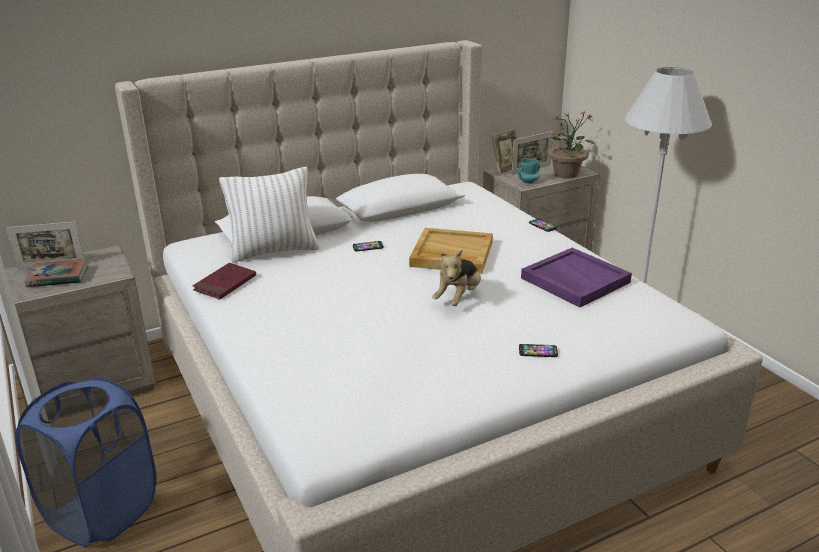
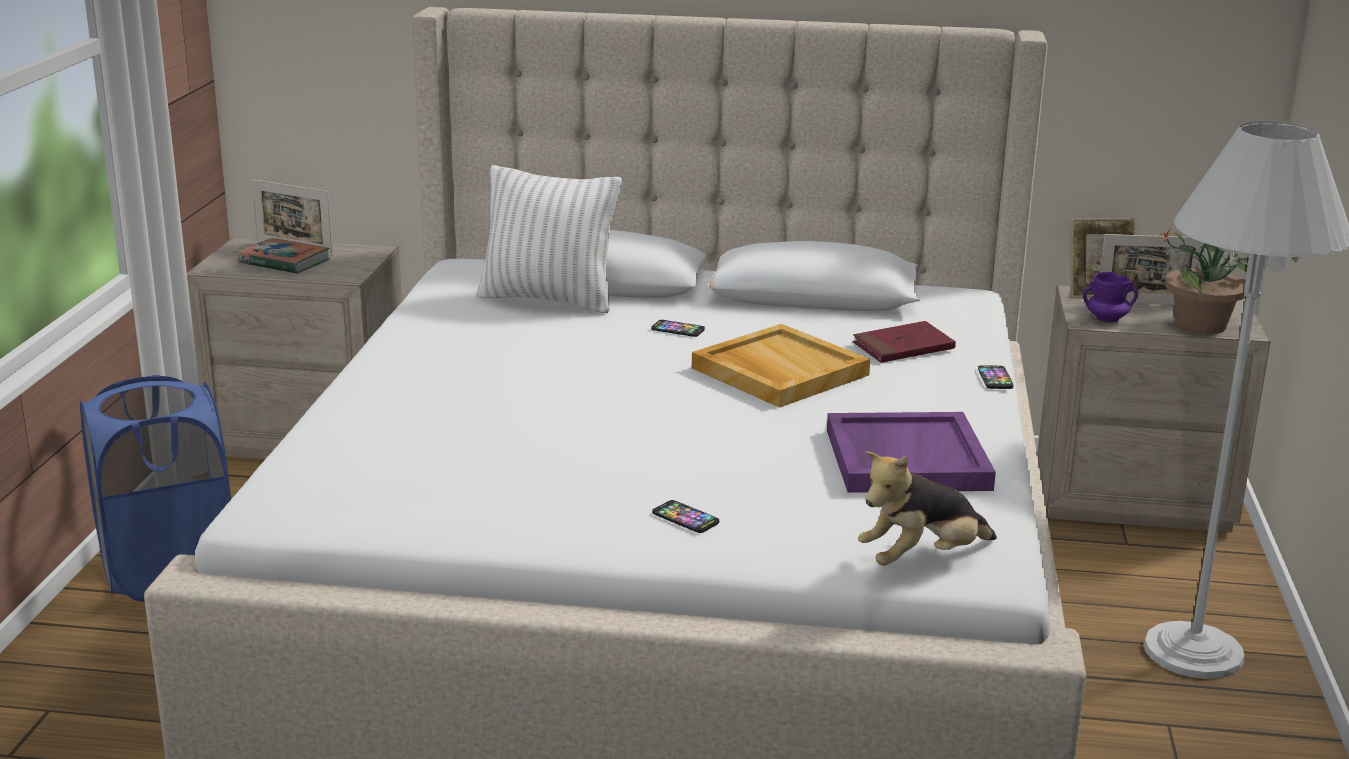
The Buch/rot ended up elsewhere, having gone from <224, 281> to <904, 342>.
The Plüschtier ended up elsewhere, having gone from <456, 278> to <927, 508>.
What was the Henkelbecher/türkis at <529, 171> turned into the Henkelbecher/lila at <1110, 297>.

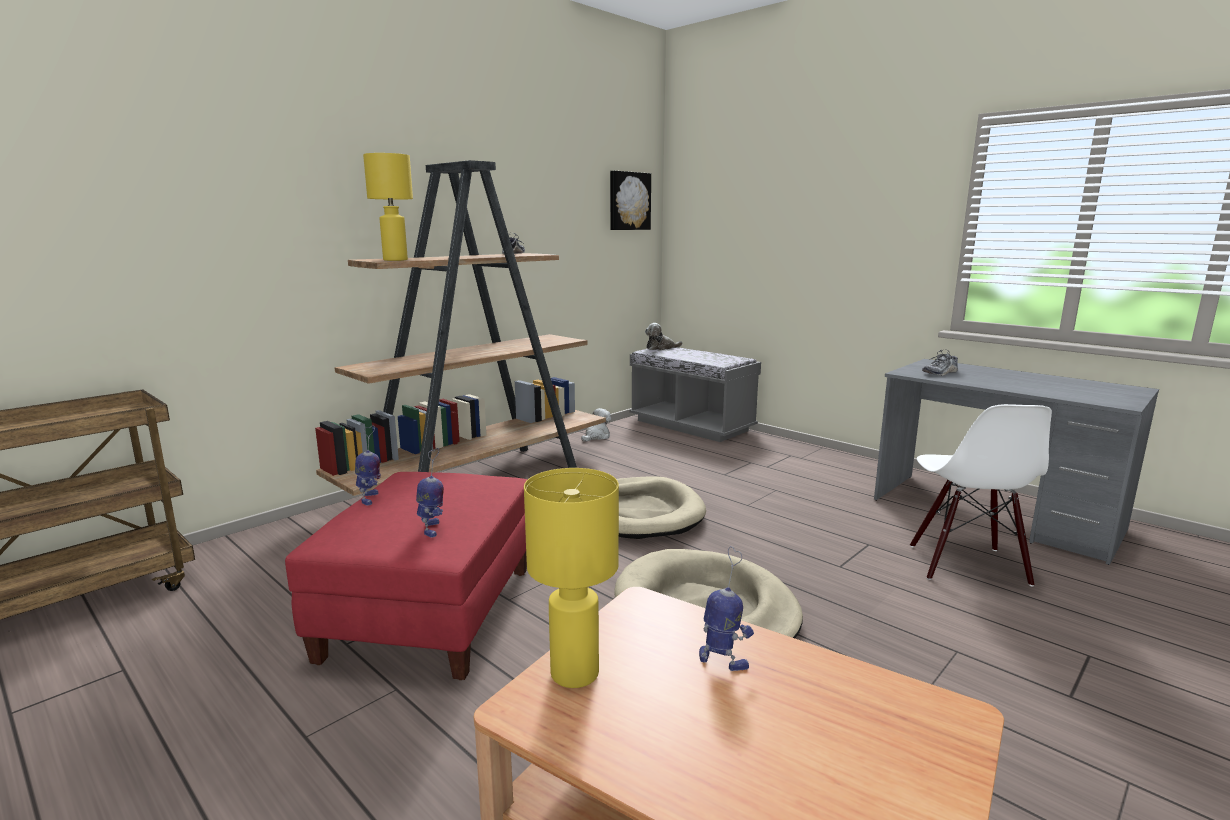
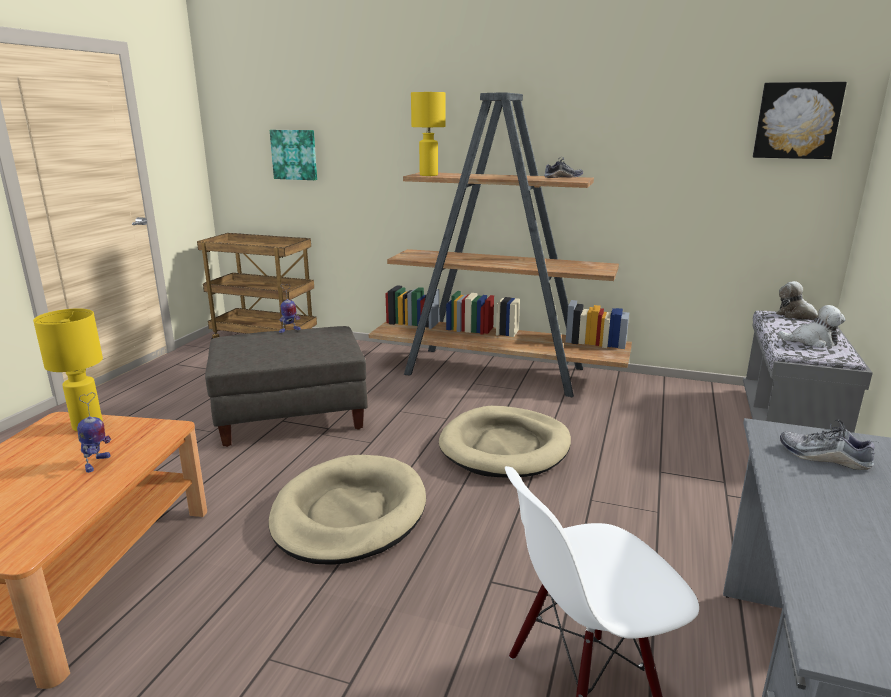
What was the Polsterhocker/rot at <406, 576> turned into the Polsterhocker/grau at <286, 386>.
The second view lost the Spielzeugroboter at <430, 493>.
The Plüschtier ended up elsewhere, having gone from <596, 425> to <811, 326>.
The second view gained the Bild at <293, 155>.

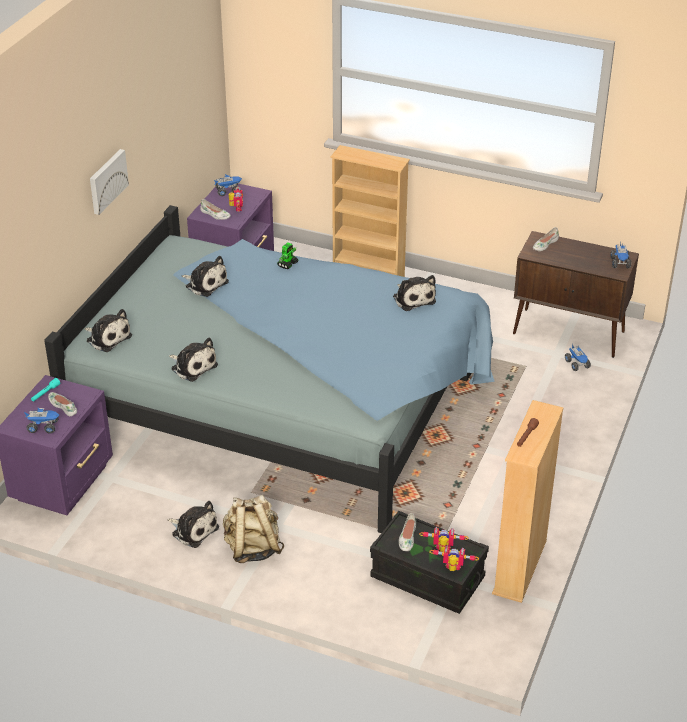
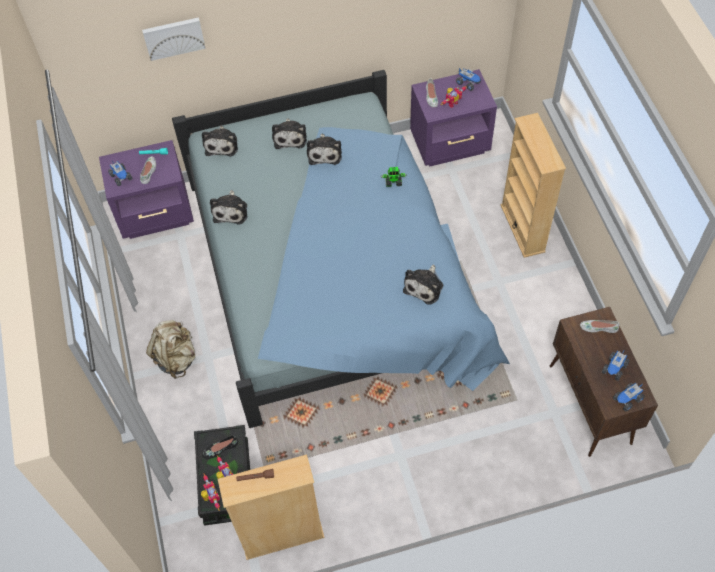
The Bild ended up elsewhere, having gone from <109, 182> to <174, 39>.
The Plüschtier ended up elsewhere, having gone from <193, 524> to <289, 133>.
What was the Schuh/weiß at <407, 532> turned into the Schuh/schwarz at <220, 447>.
The Spielzeuglaster ended up elsewhere, having gone from <578, 357> to <615, 365>.

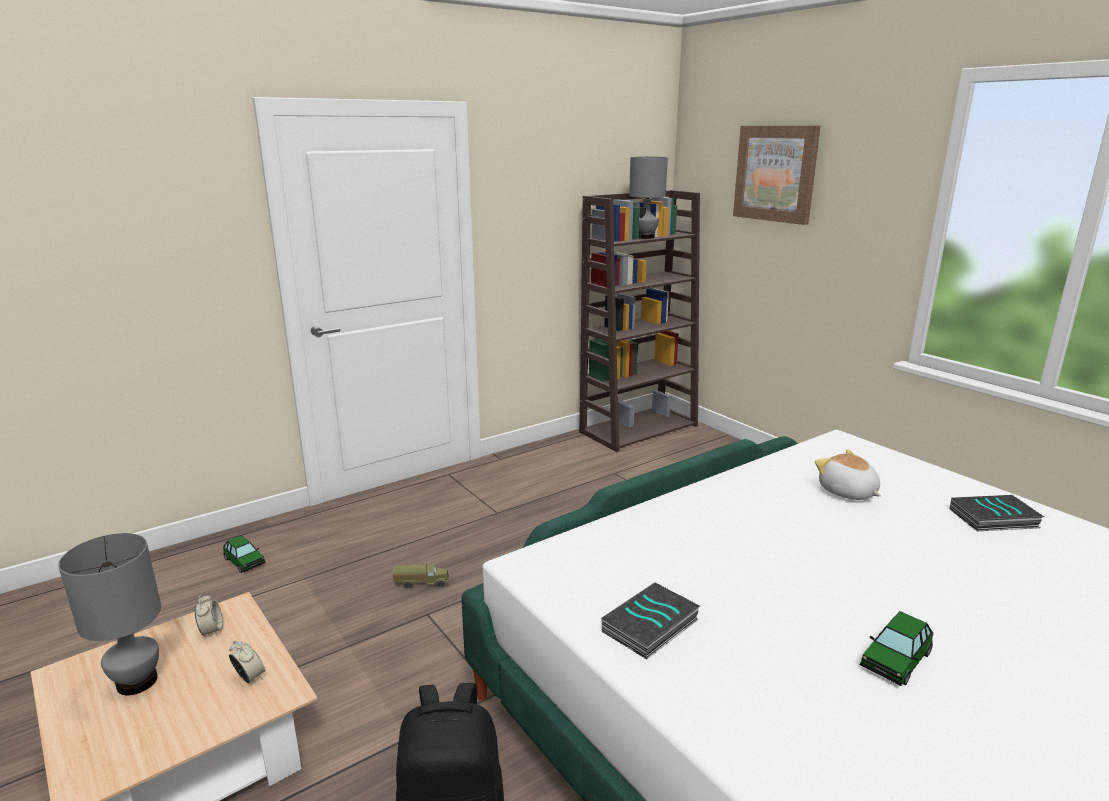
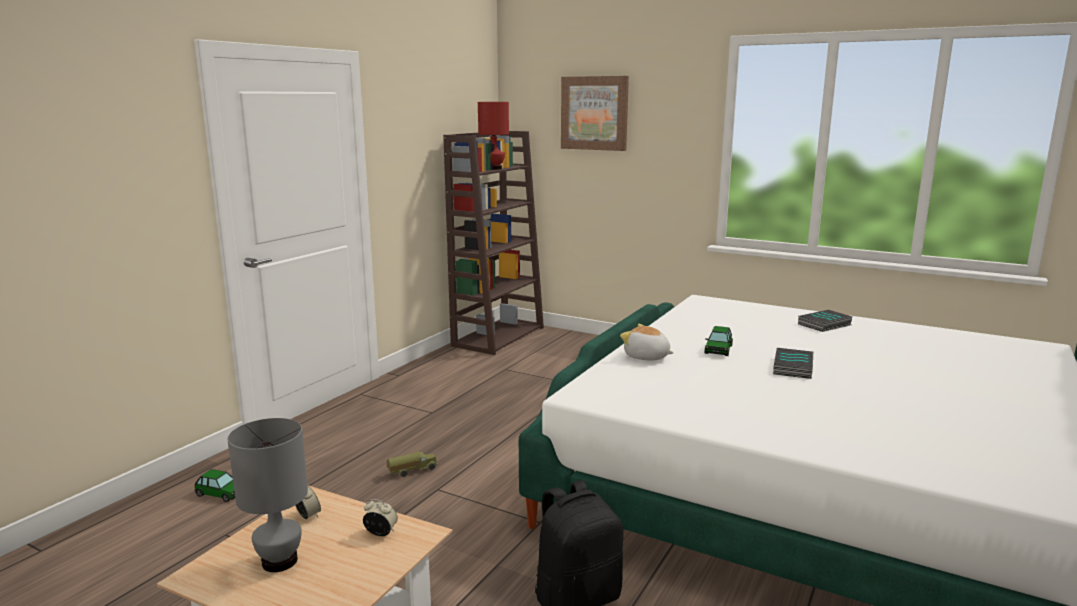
The Buch ended up elsewhere, having gone from <651, 621> to <793, 363>.
What was the Tischlampe/grau at <648, 198> turned into the Tischlampe/rot at <493, 136>.
The Plüschtier ended up elsewhere, having gone from <848, 474> to <647, 342>.
The Spielzeugauto ended up elsewhere, having gone from <897, 648> to <719, 341>.

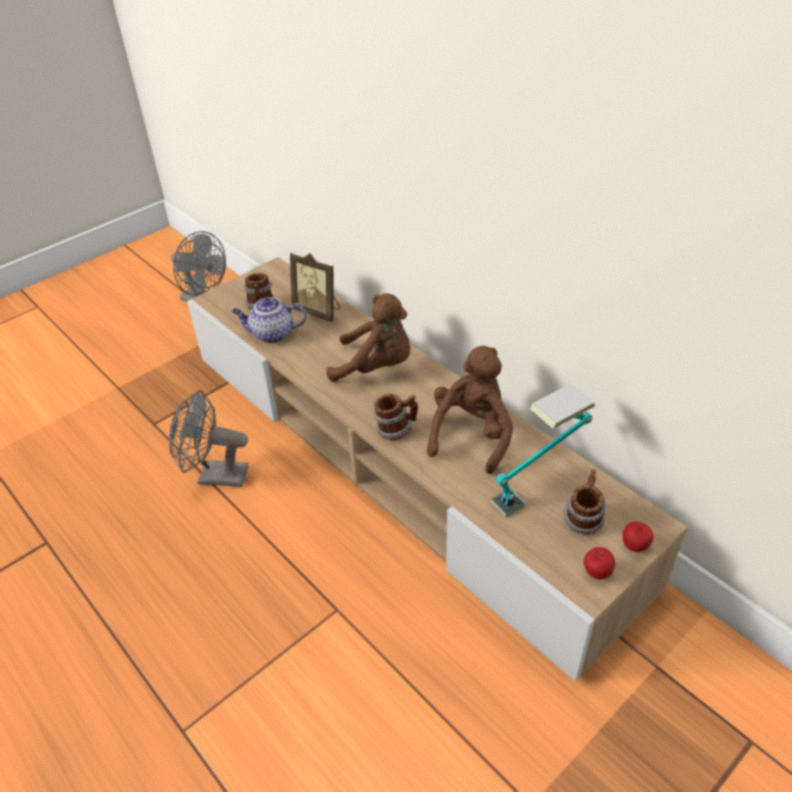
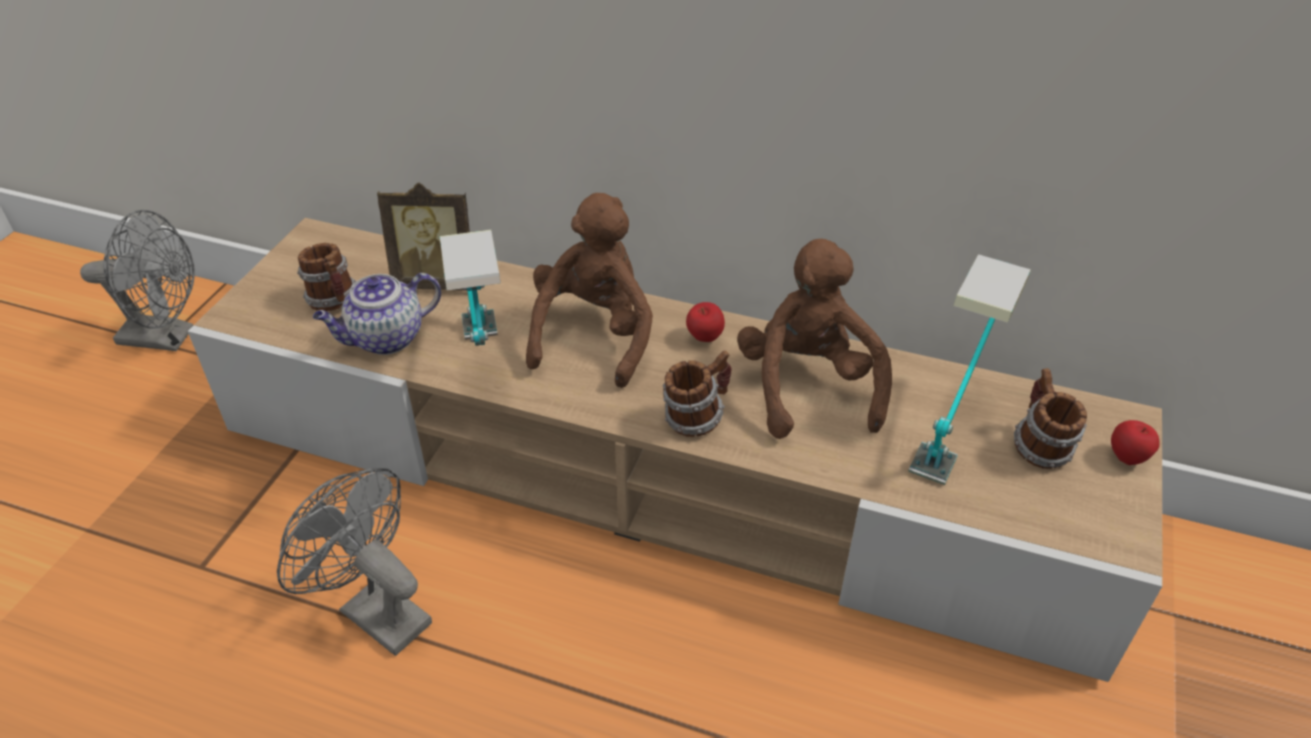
The Ventilator/grau at <209, 438> ended up facing another way, 60 degrees clockwise from before.
The Plüschtier/braun at <368, 337> ended up facing another way, 60 degrees counterclockwise from before.
The Apfel ended up elsewhere, having gone from <599, 563> to <705, 322>.
The second view gained the Tischlampe at <470, 288>.

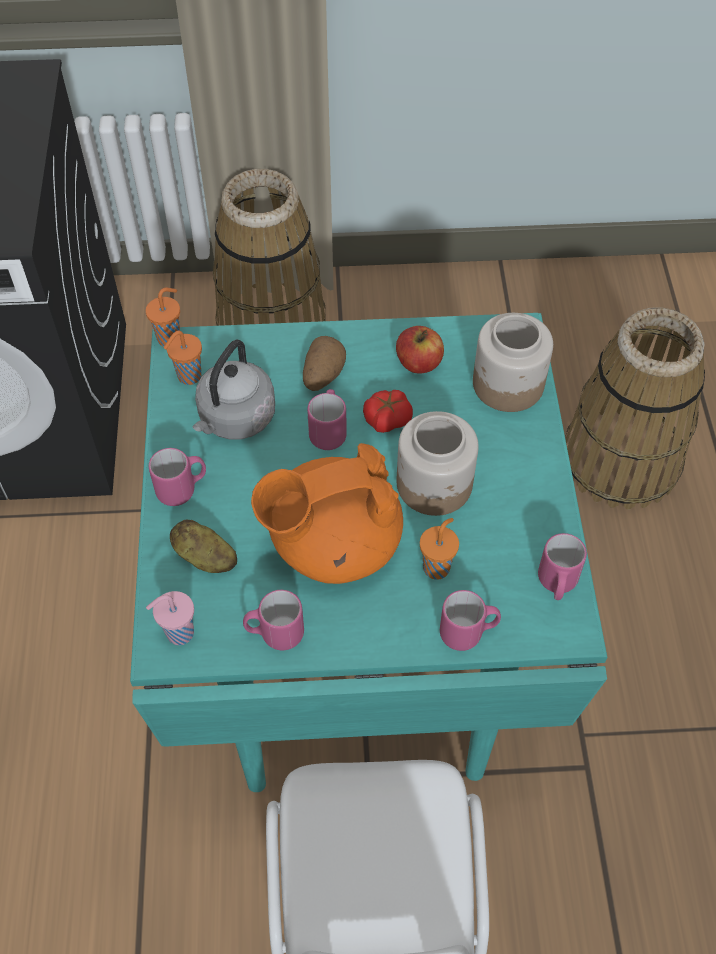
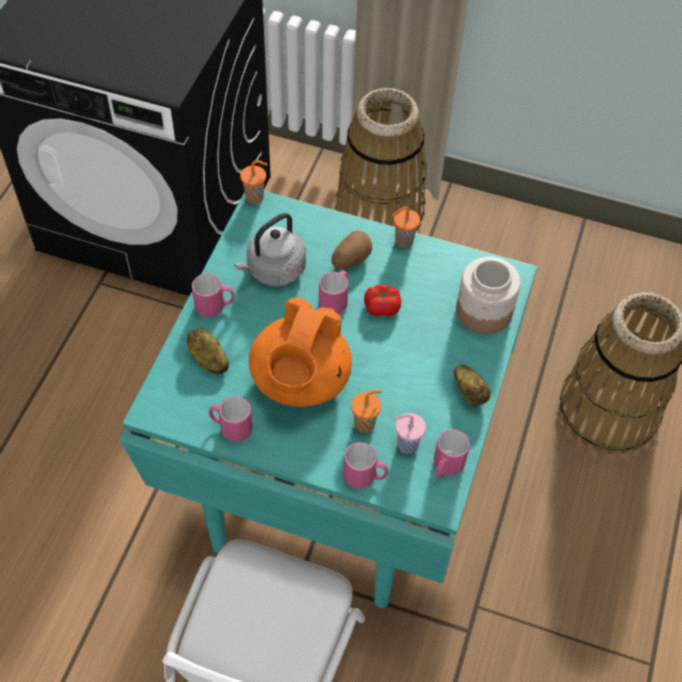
The Tasse/rosa ended up elsewhere, having gone from <170, 618> to <409, 433>.
The Tasse/orange ended up elsewhere, having gone from <183, 358> to <406, 227>.
The Teekanne/orange at <327, 513> ended up facing another way, 75 degrees counterclockwise from before.
The second view lost the Apfel at <420, 349>.
The second view lost the Vorratsglas at <437, 463>.
The second view gained the Kartoffel at <472, 386>.

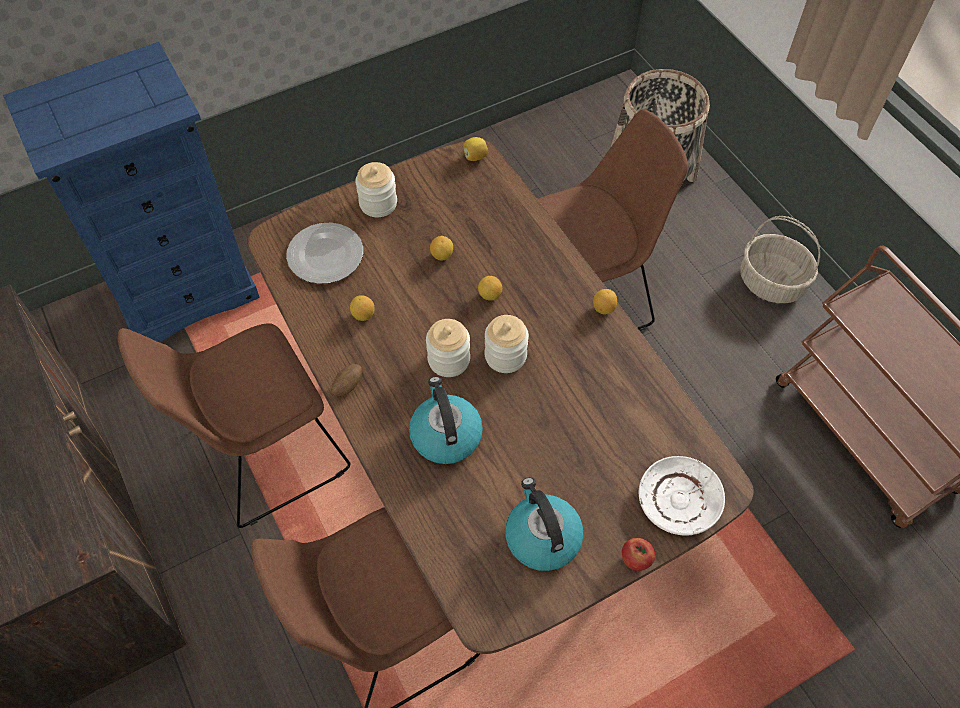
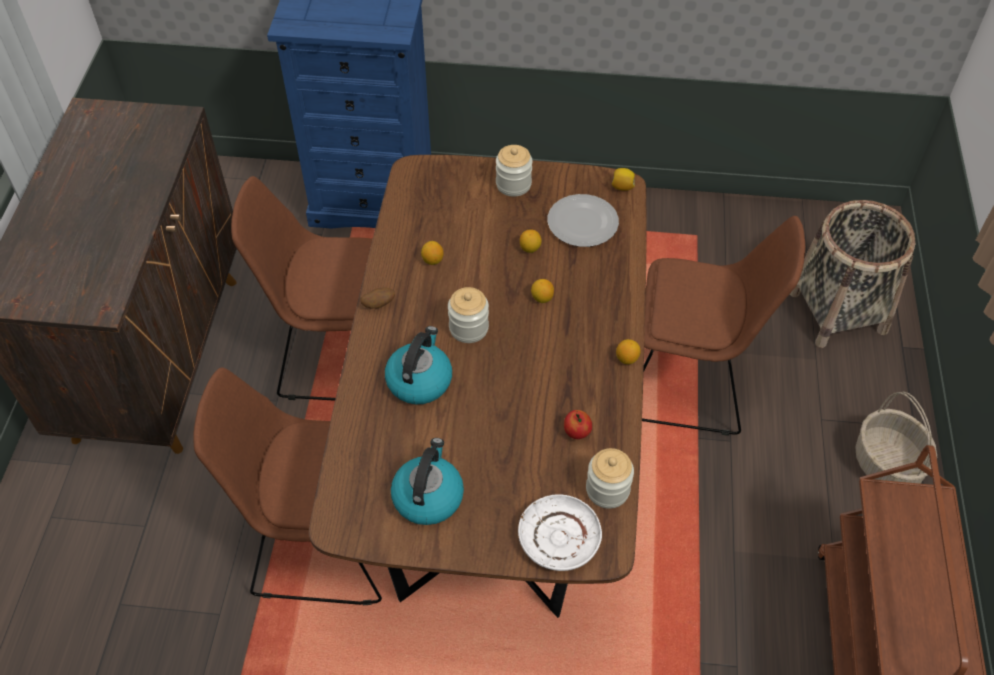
The Teller ended up elsewhere, having gone from <324, 253> to <583, 220>.
The Vorratsglas ended up elsewhere, having gone from <507, 344> to <610, 478>.
The Apfel ended up elsewhere, having gone from <638, 554> to <578, 424>.

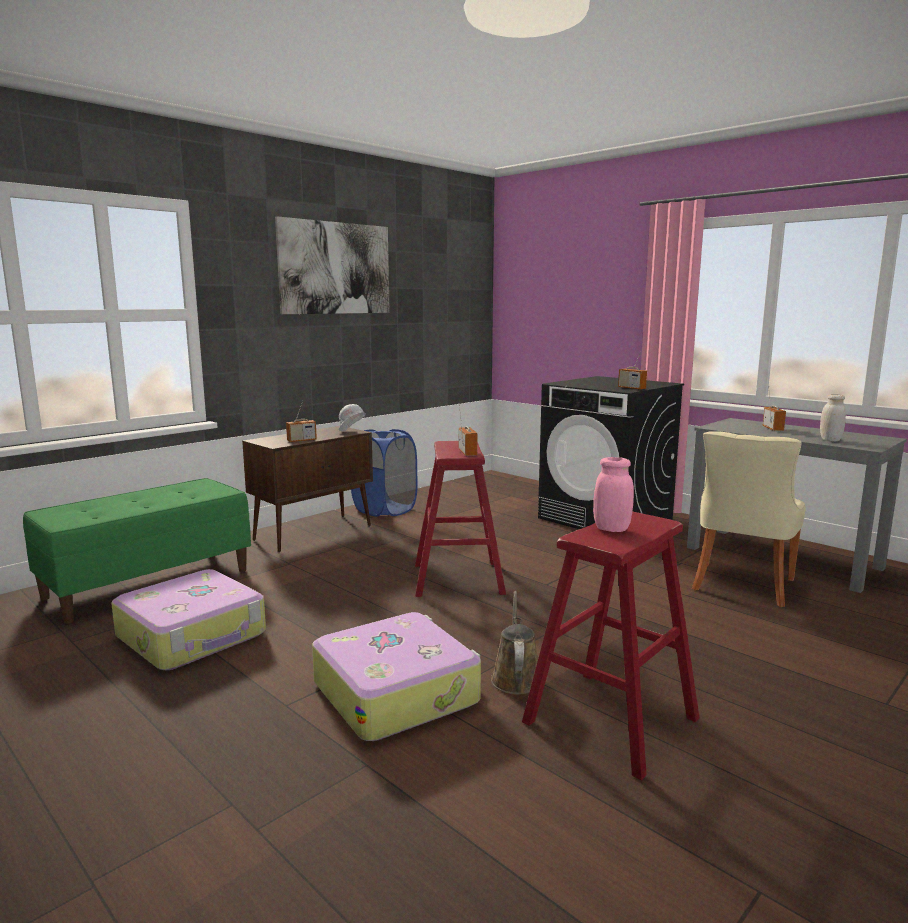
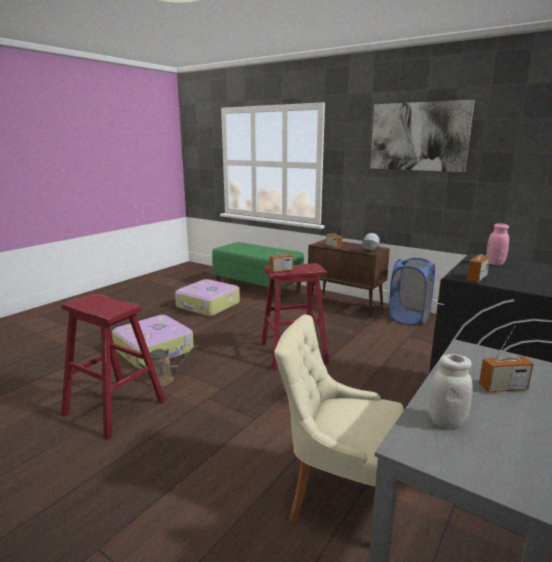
The Vorratsglas/rosa ended up elsewhere, having gone from <613, 494> to <498, 244>.

